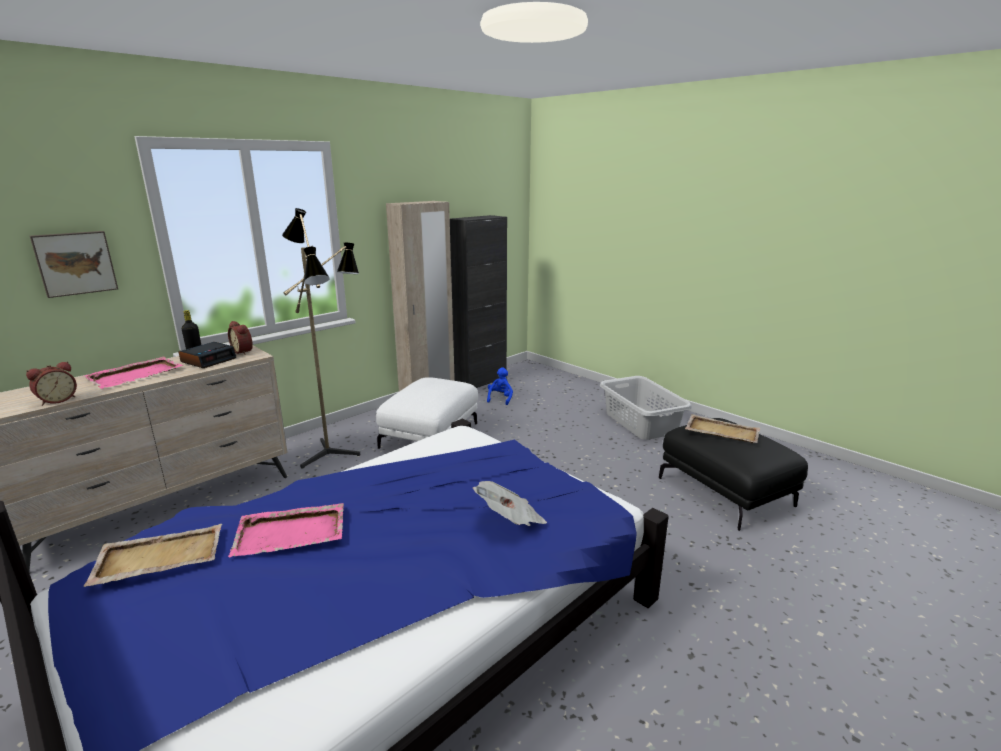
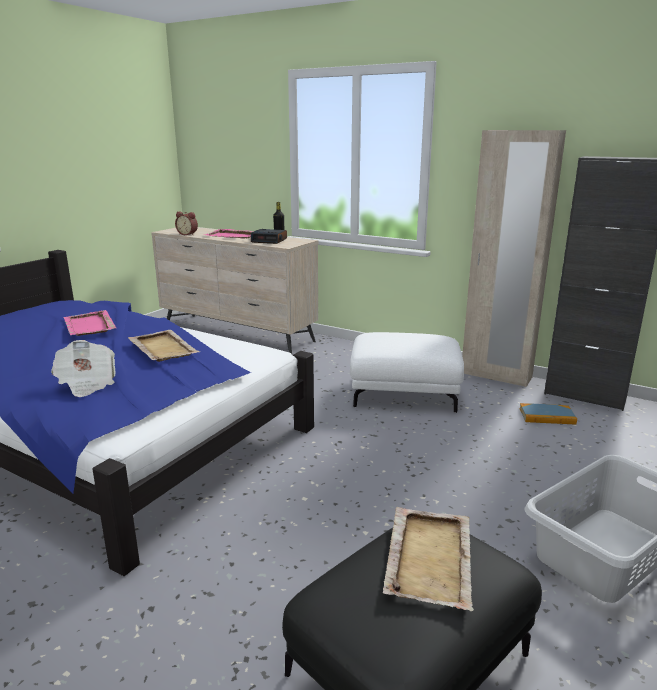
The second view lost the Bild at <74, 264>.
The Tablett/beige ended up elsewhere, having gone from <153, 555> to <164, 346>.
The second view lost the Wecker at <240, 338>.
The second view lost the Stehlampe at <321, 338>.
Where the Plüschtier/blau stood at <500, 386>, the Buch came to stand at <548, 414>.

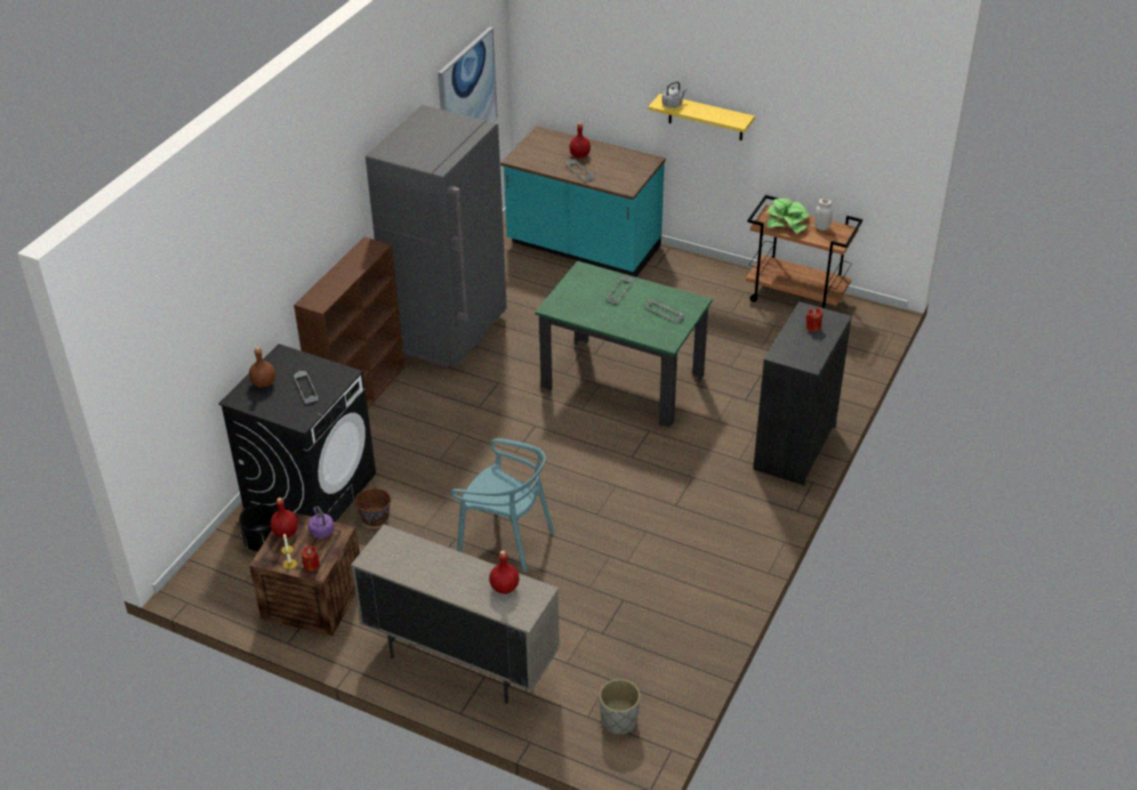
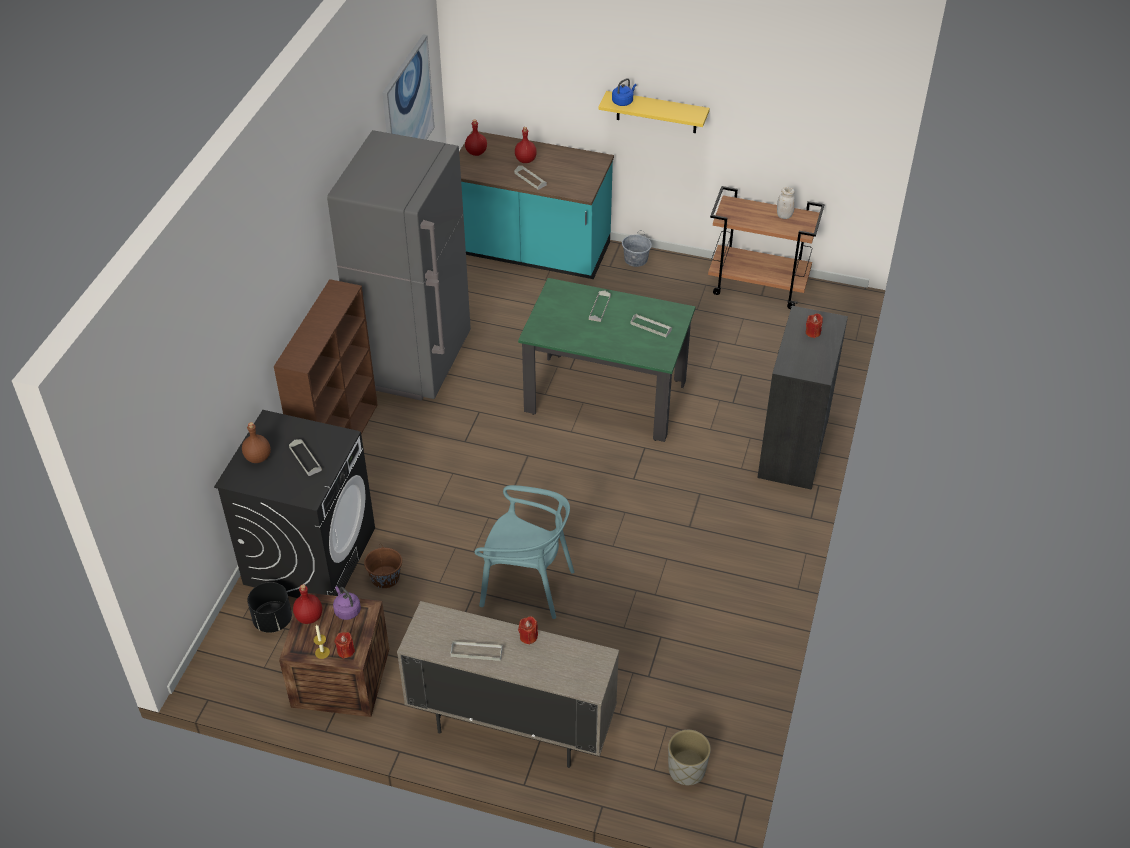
The Flasche/rot ended up elsewhere, having gone from <504, 572> to <476, 137>.
What was the Wasserkessel/grau at <674, 94> turned into the Wasserkessel/blau at <624, 92>.
The second view lost the Topfpflanze at <788, 215>.
The second view gained the Tablett/grau at <477, 651>.
The second view gained the Kerze/rot at <528, 630>.
The second view gained the Eimer/grau at <637, 248>.

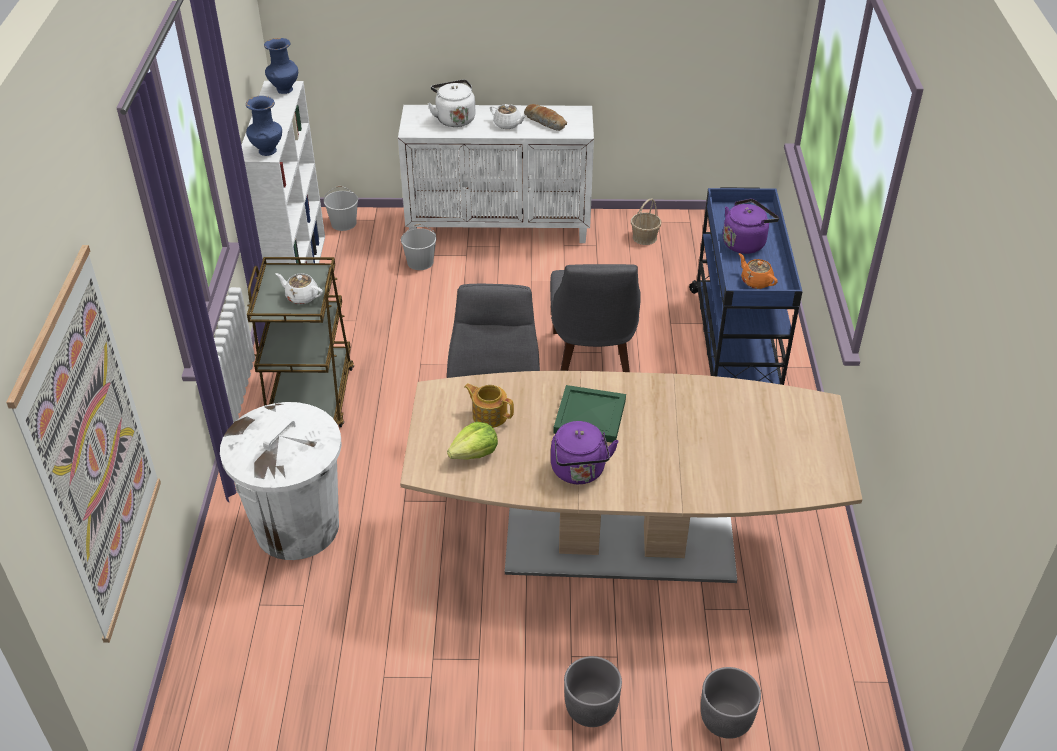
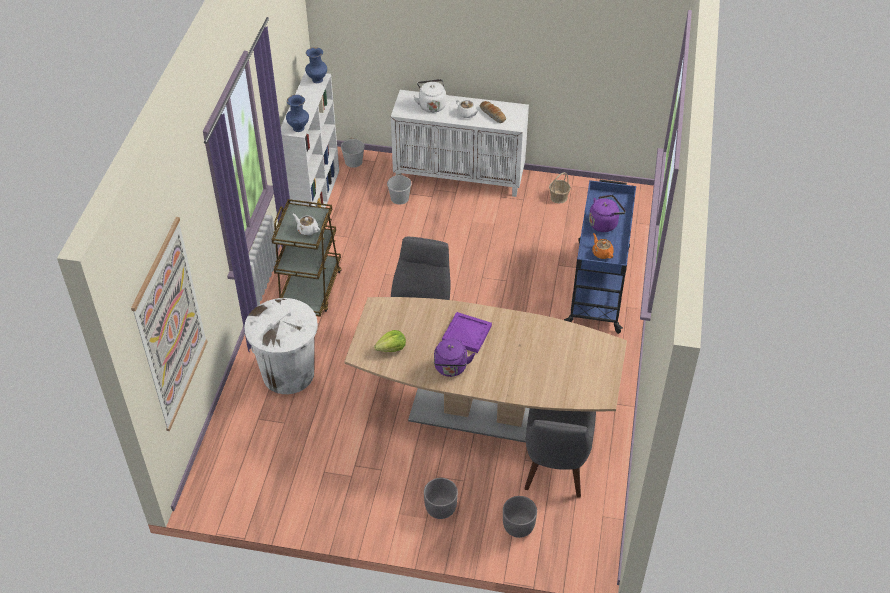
The second view lost the Teekanne at <489, 405>.
The Stuhl/grau ended up elsewhere, having gone from <595, 318> to <560, 453>.
What was the Tablett/grün at <589, 414> turned into the Tablett/lila at <467, 332>.

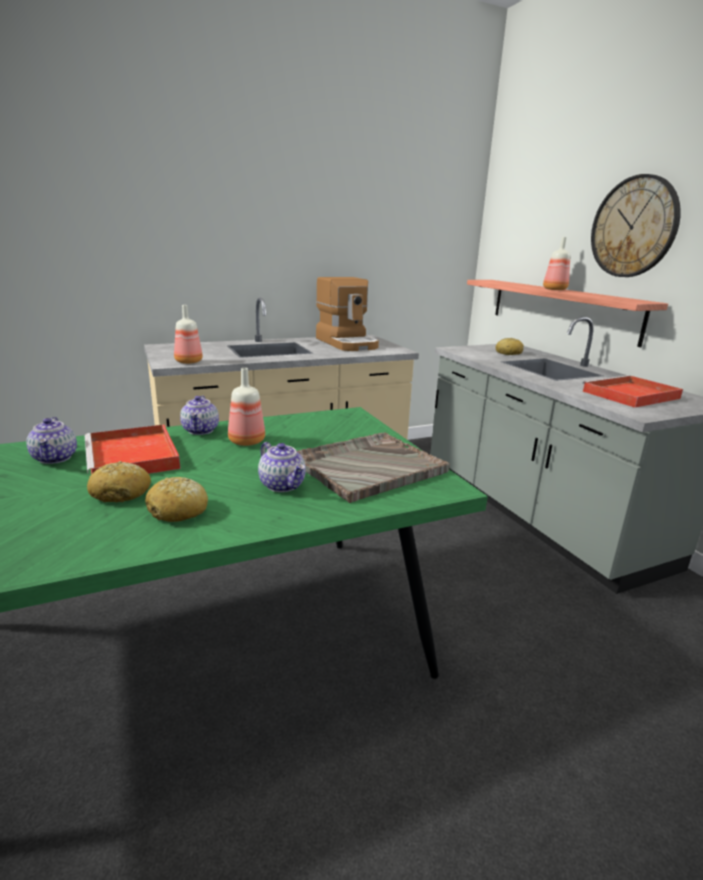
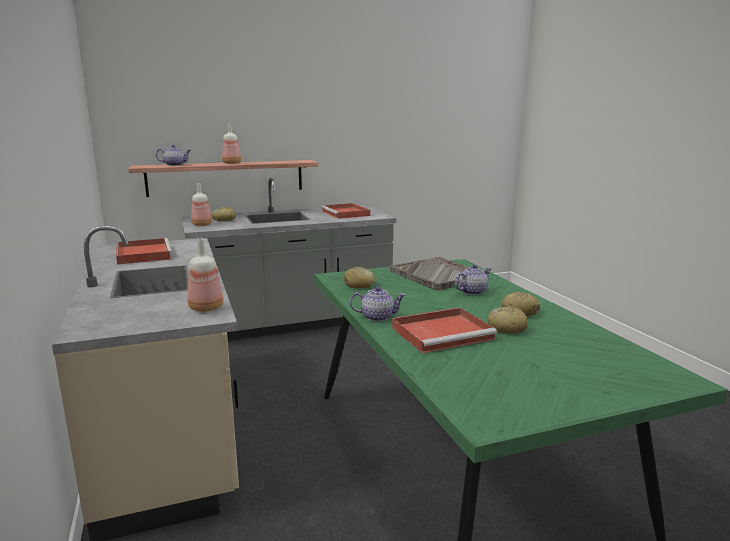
The Teekanne ended up elsewhere, having gone from <51, 440> to <173, 155>.
The Flasche ended up elsewhere, having gone from <246, 407> to <201, 204>.
Where the Kaffeemaschine stood at <347, 314>, the Tablett/rot came to stand at <144, 251>.
The second view lost the Wanduhr at <636, 225>.
The second view gained the Brot at <359, 278>.

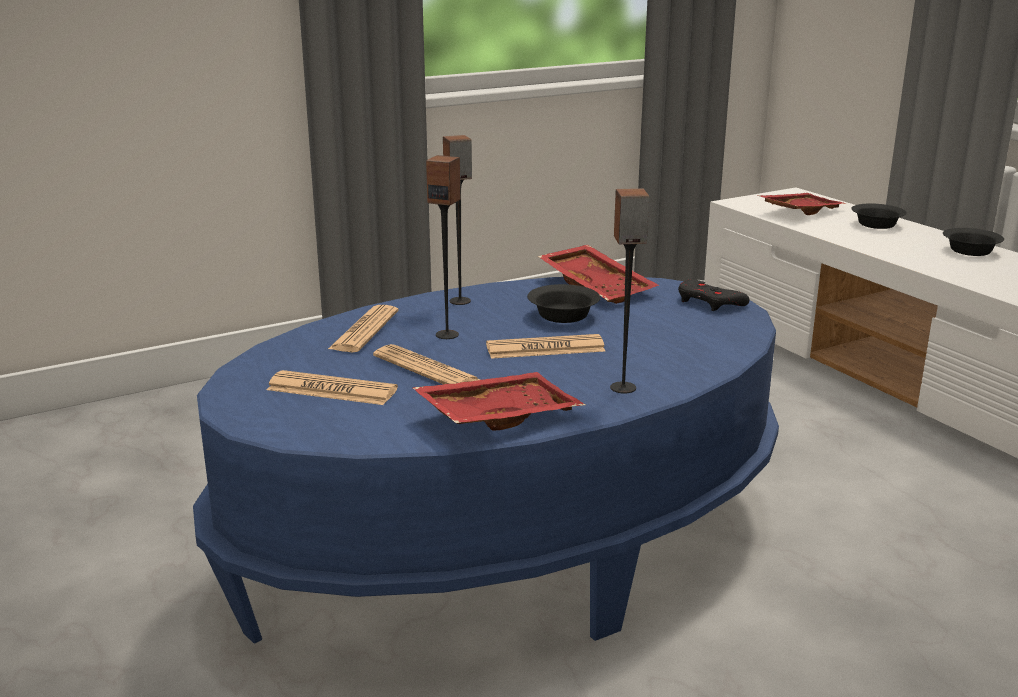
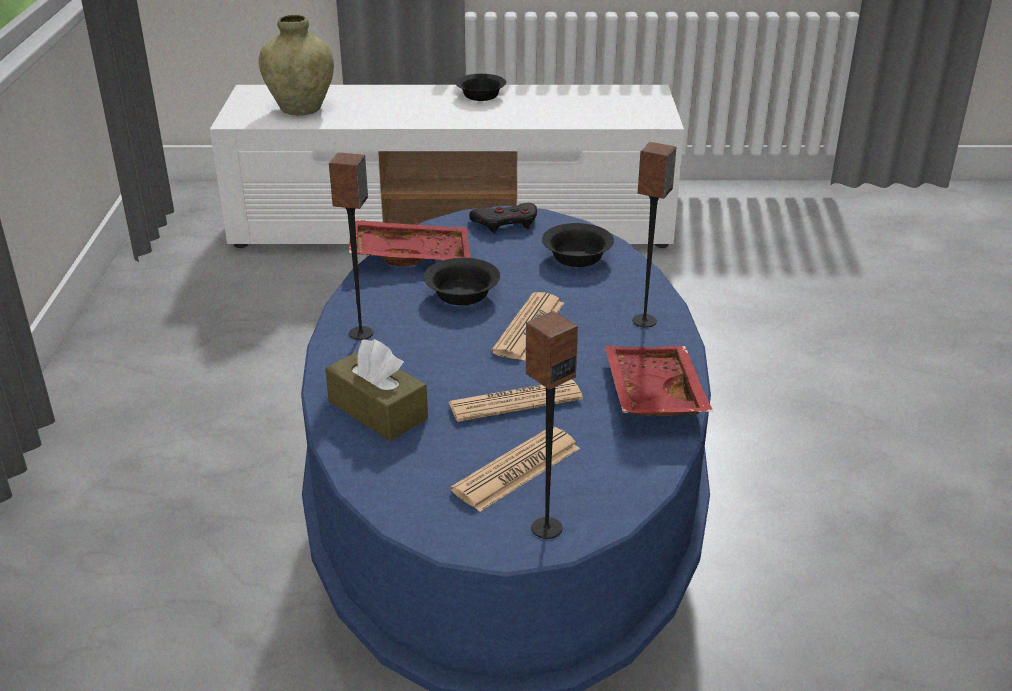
Where the Zeitung stood at <363, 328>, the Taschentuchbox/braun came to stand at <376, 390>.
The Lautsprecher ended up elsewhere, having gone from <443, 247> to <551, 425>.
Where the Tablett/rot stood at <802, 204>, the Vase/beige came to stand at <296, 65>.
The Schüssel/schwarz ended up elsewhere, having gone from <879, 216> to <578, 245>.

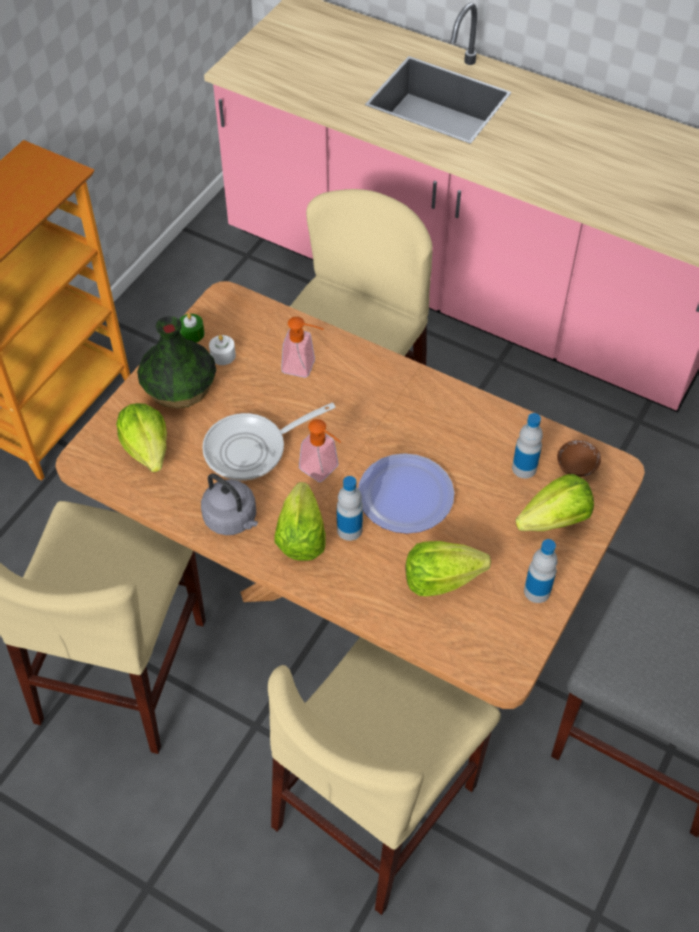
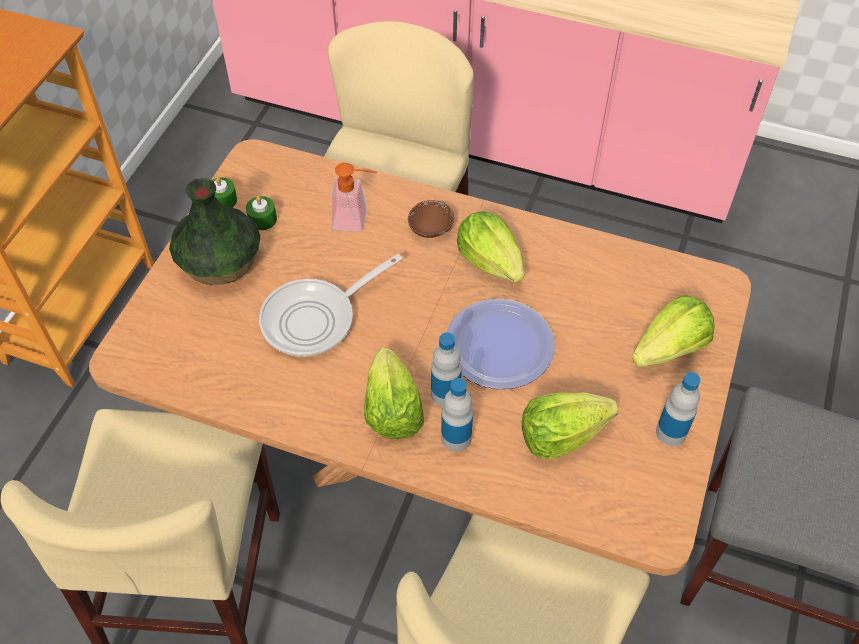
The Salatkopf ended up elsewhere, having gone from <141, 437> to <490, 247>.
The second view lost the Wasserkessel/grau at <229, 504>.
What was the Kerze/weiß at <222, 350> turned into the Kerze/grün at <261, 213>.
The second view lost the Seifenspender at <320, 450>.
The Flasche ended up elsewhere, having gone from <527, 445> to <457, 415>.
The Schüssel/braun ended up elsewhere, having gone from <579, 458> to <431, 219>.

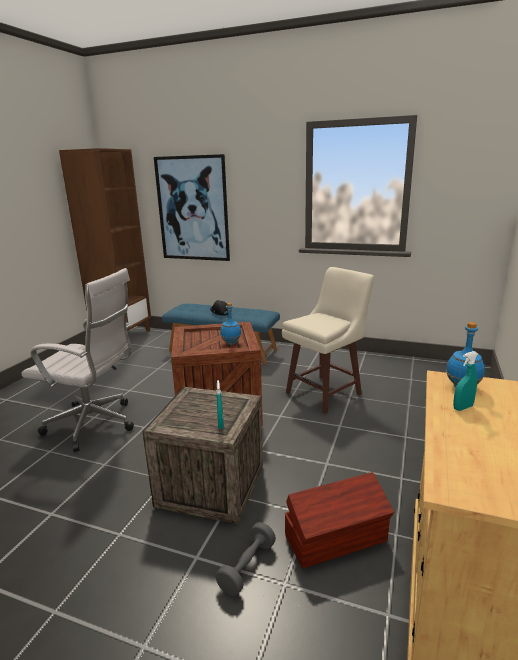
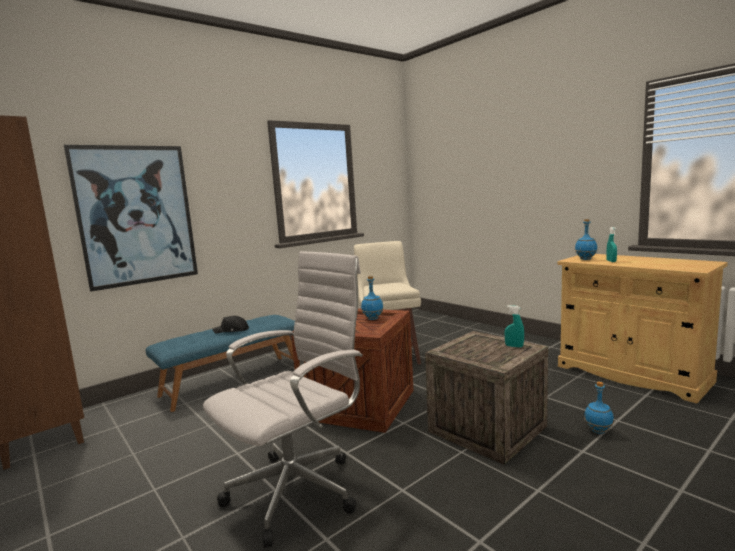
Where the Hantel/grau stood at <245, 559>, the Flasche/blau came to stand at <599, 407>.
The second view lost the Aufbewahrungsbox/braun at <339, 520>.

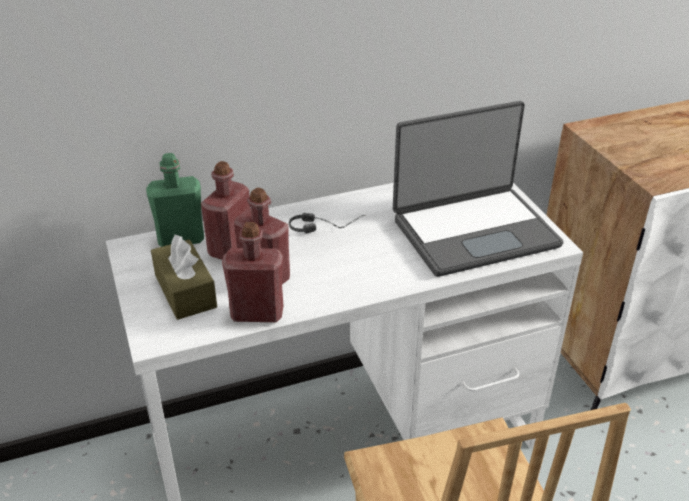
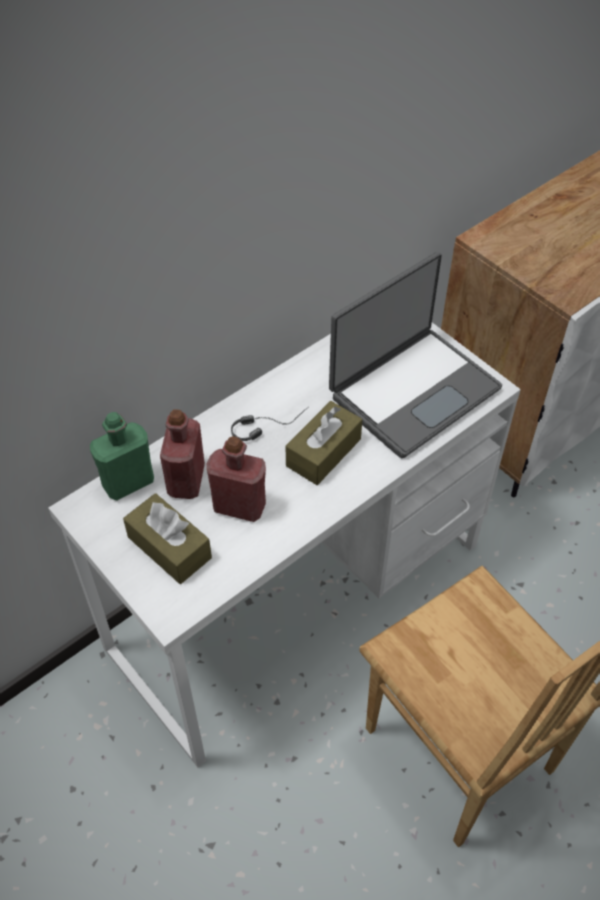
The second view lost the Flasche/rot at <252, 272>.
The second view gained the Taschentuchbox/braun at <324, 443>.

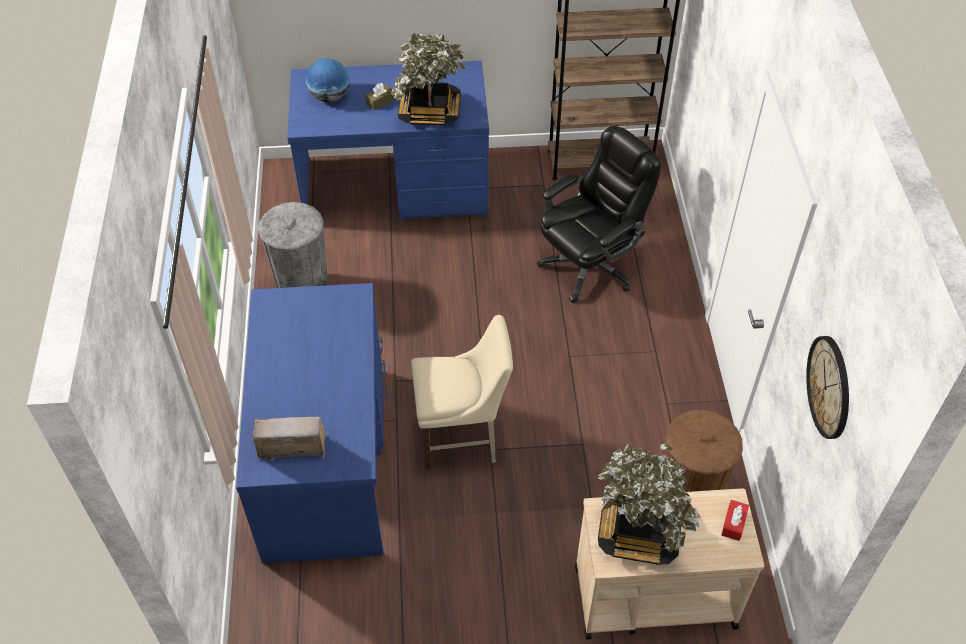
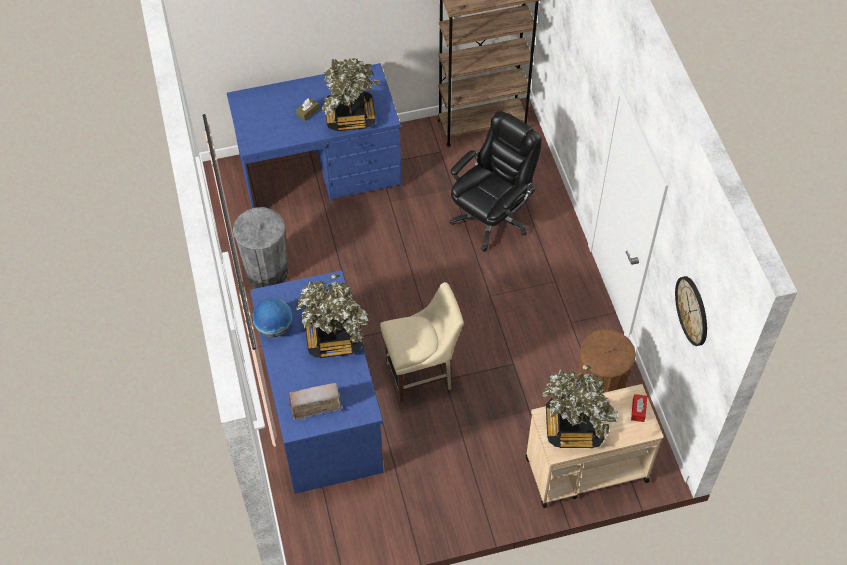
The Globus ended up elsewhere, having gone from <328, 80> to <272, 317>.
The second view gained the Topfpflanze at <332, 316>.

